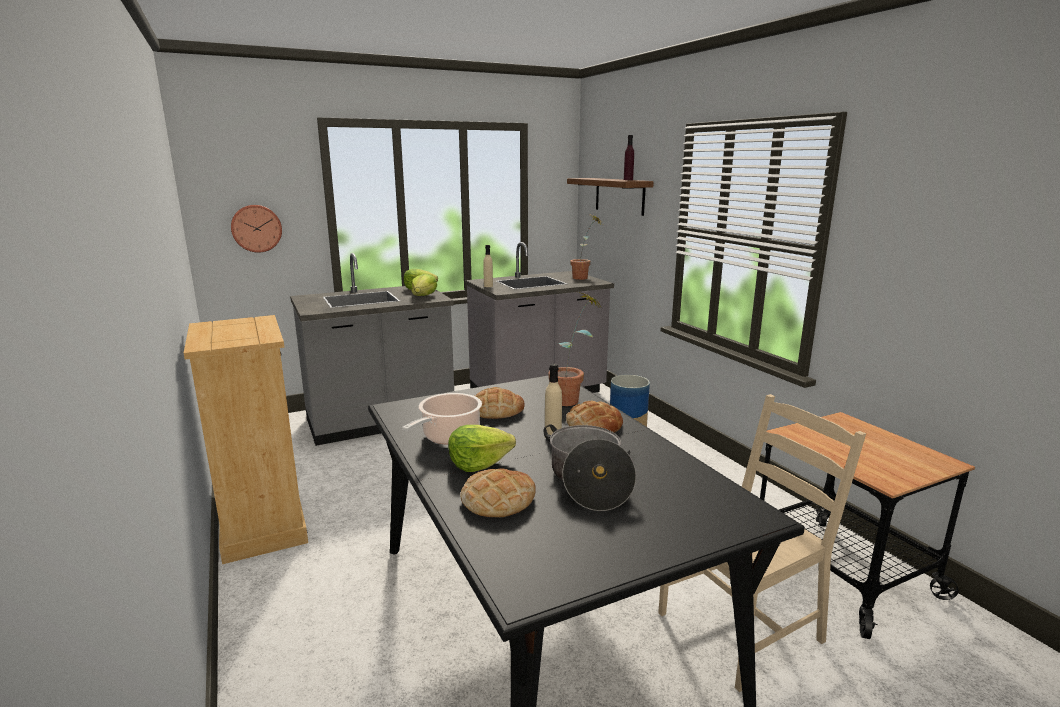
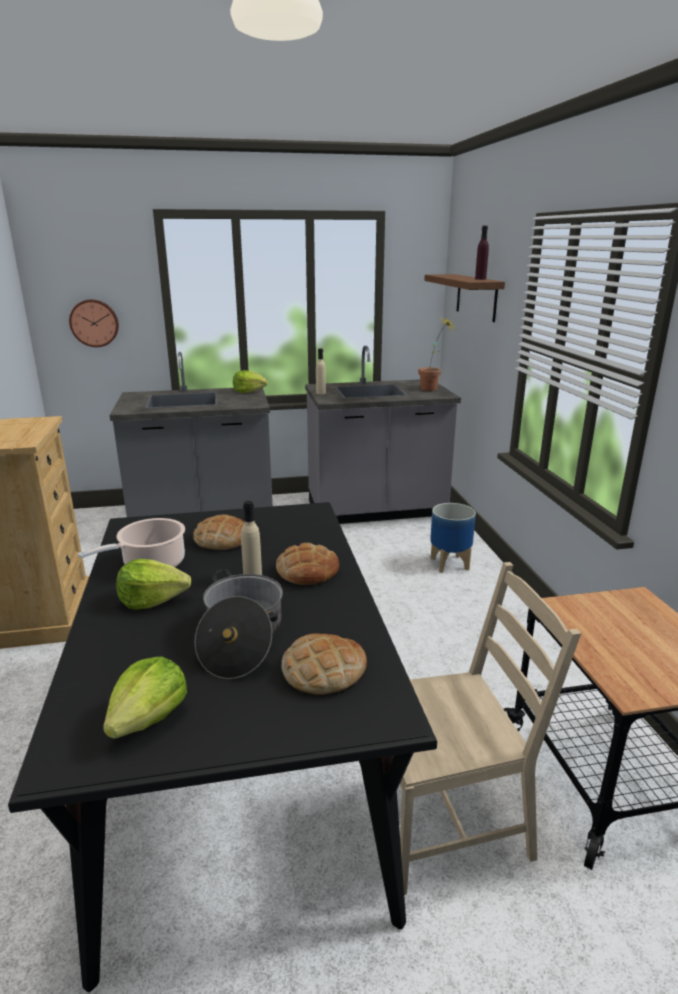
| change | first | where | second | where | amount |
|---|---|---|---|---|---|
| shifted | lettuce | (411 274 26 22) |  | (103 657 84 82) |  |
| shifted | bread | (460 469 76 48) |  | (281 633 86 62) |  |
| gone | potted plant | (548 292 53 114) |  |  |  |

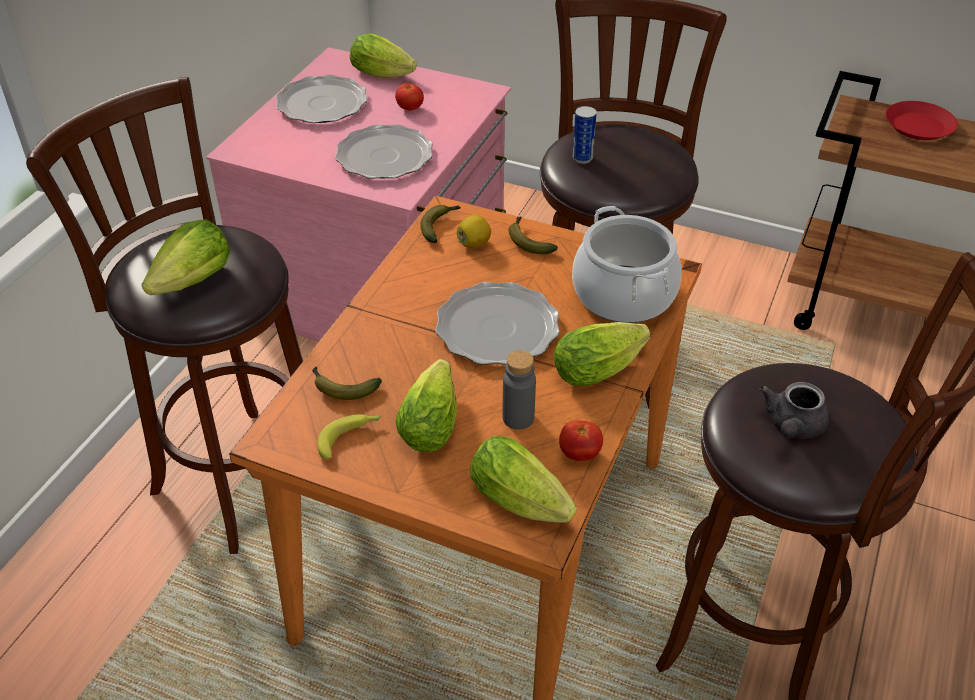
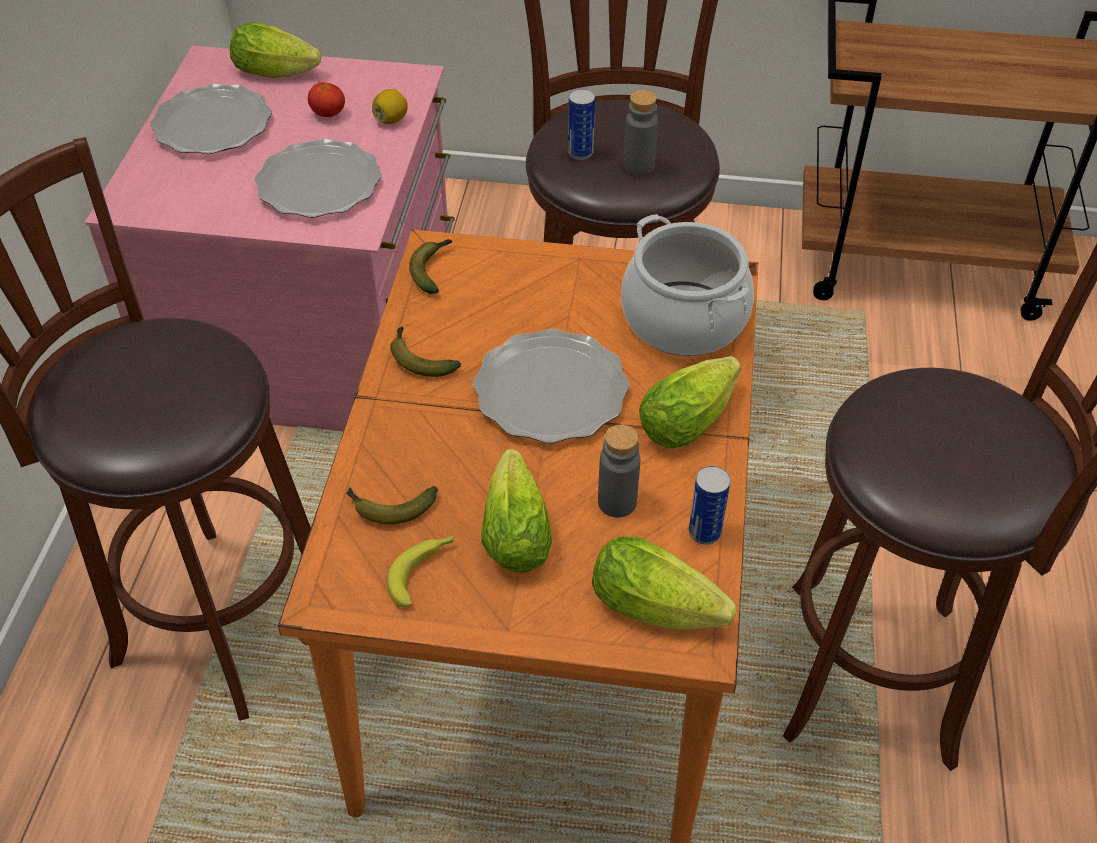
| change | first | where | second | where | amount |
|---|---|---|---|---|---|
| shifted | lemon | (457 215 34 33) |  | (372 89 36 35) |  |
| shifted | banana | (509 217 49 37) |  | (390 326 71 51) |  |
| new |  |  | bottle/grey | (623 90 35 85) |  |
| swapped | tomato | (559 420 44 41) | can | (689 466 41 79) |  |
| gone | lettuce | (141 220 89 75) |  |  |  |
| gone | teapot/grey | (760 382 70 56) |  |  |  |
| gone | plate/red | (885 101 73 39) |  |  |  |

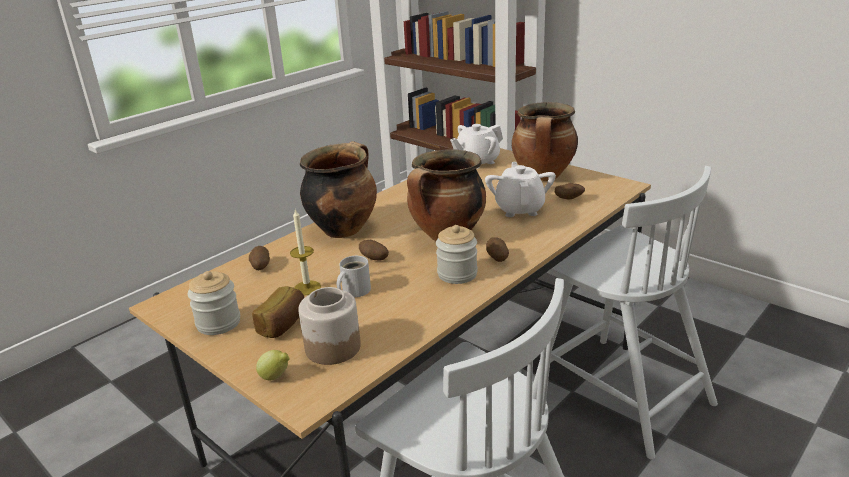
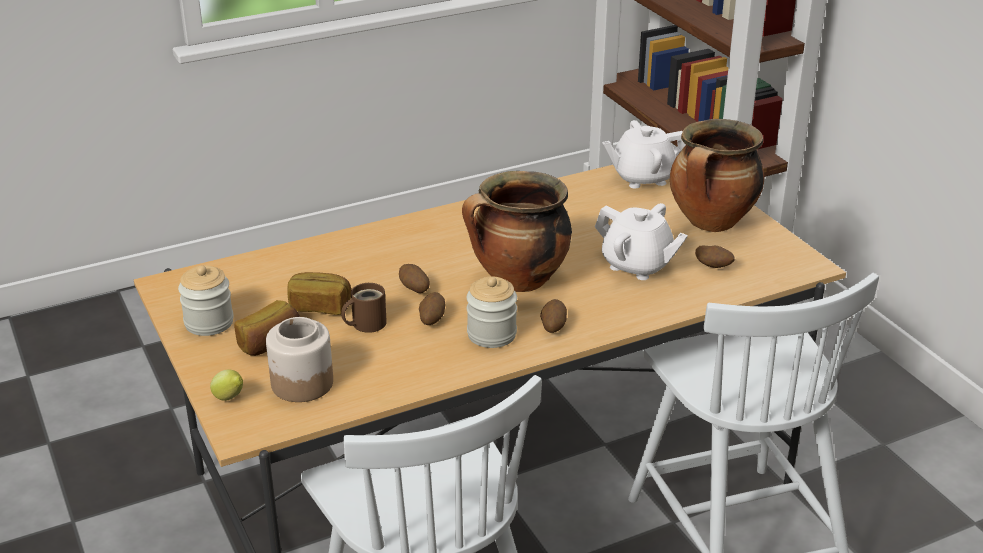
| change | first | where | second | where | amount |
|---|---|---|---|---|---|
| swapped | candle | (290 209 31 86) | bread | (287 272 64 43) |  |
| repainted | mug/white | (337 256 34 41) | mug/brown | (341 283 46 50) |  |
| shifted | potato | (249 246 21 24) |  | (419 292 26 33) |  |
| rotated | teapot/white | (485 162 71 55) |  | (595 203 93 77) | 105 degrees clockwise |
| gone | cooking pot | (300 141 77 97) |  |  |  |

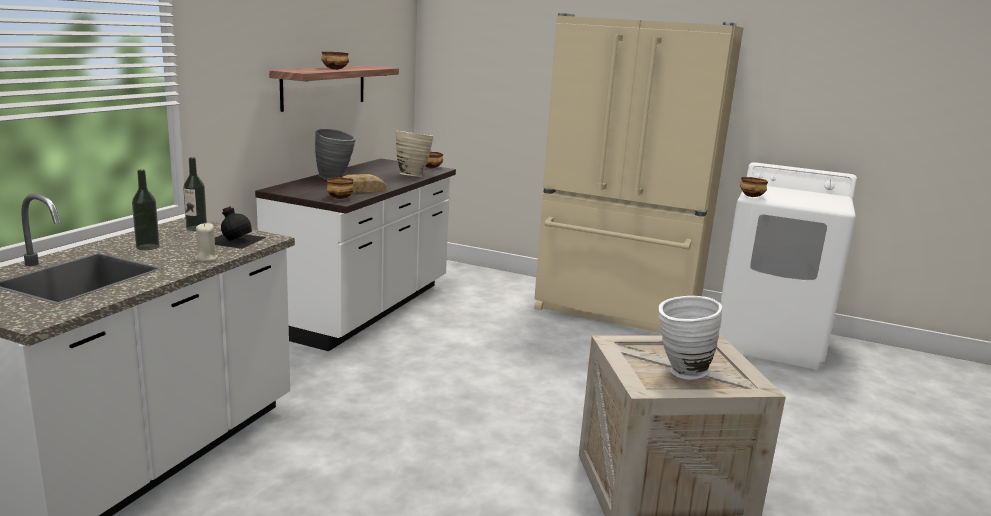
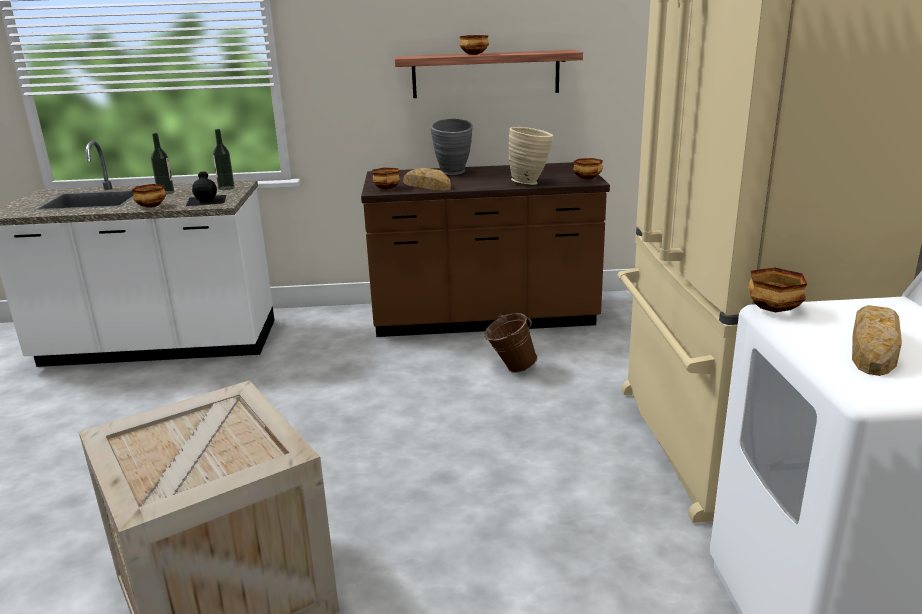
| change | first | where | second | where | amount |
|---|---|---|---|---|---|
| swapped | candle/beige | (195 223 23 39) | bowl | (132 184 35 24) |  |
| repainted | counter/white | (255 158 201 193) | counter/brown | (361 162 249 175) |  |
| new |  |  | bucket/brown | (484 313 54 60) |  |
| new |  |  | bread | (852 305 50 71) |  |
| gone | vase/white | (659 296 63 83) |  |  |  |

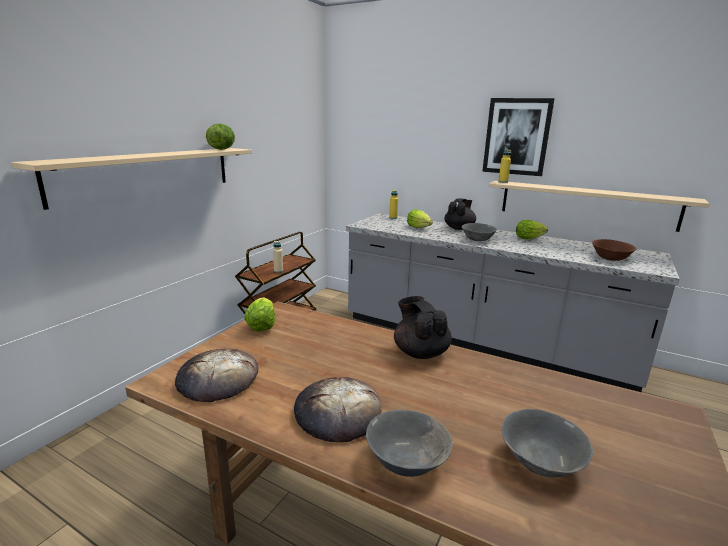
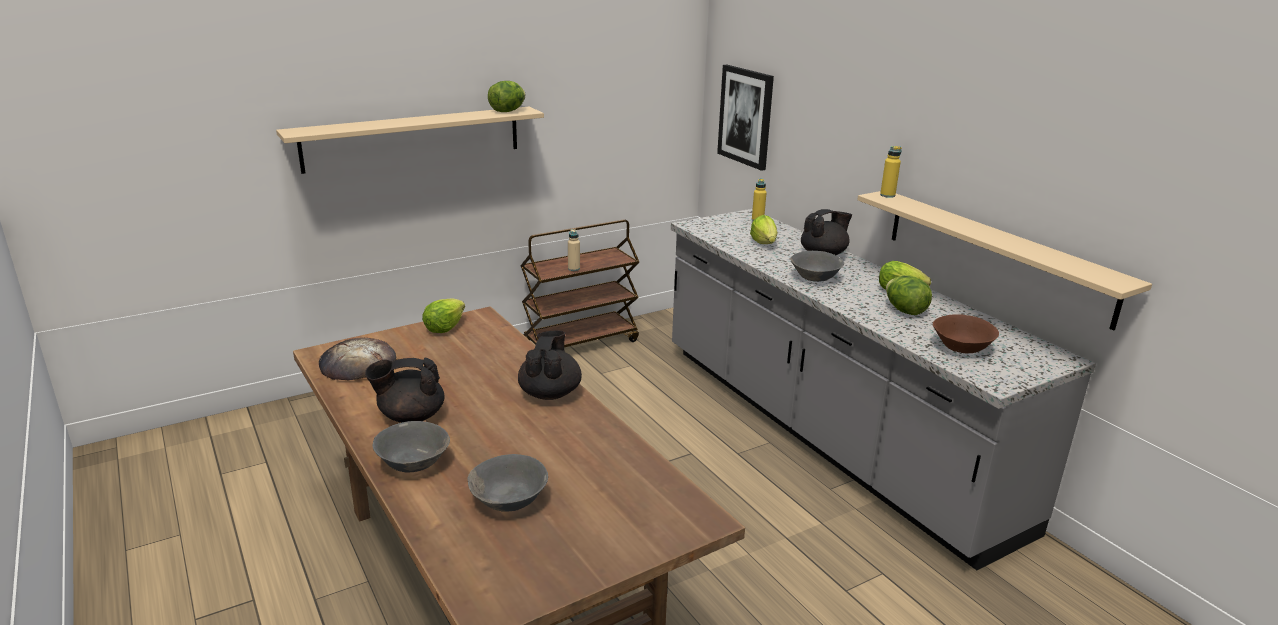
| change | first | where | second | where | amount |
|---|---|---|---|---|---|
| swapped | bread | (294 377 87 65) | teapot/black | (365 358 80 65) |  |
| shifted | picture | (482 98 73 78) |  | (717 65 57 106) |  |
| new |  |  | lettuce | (886 275 46 40) |  |

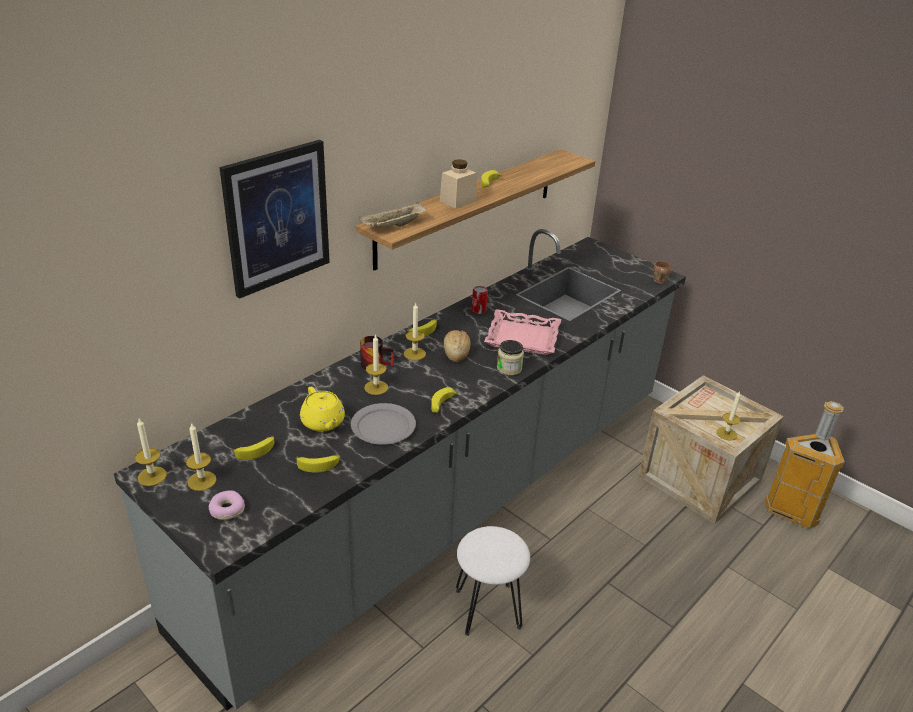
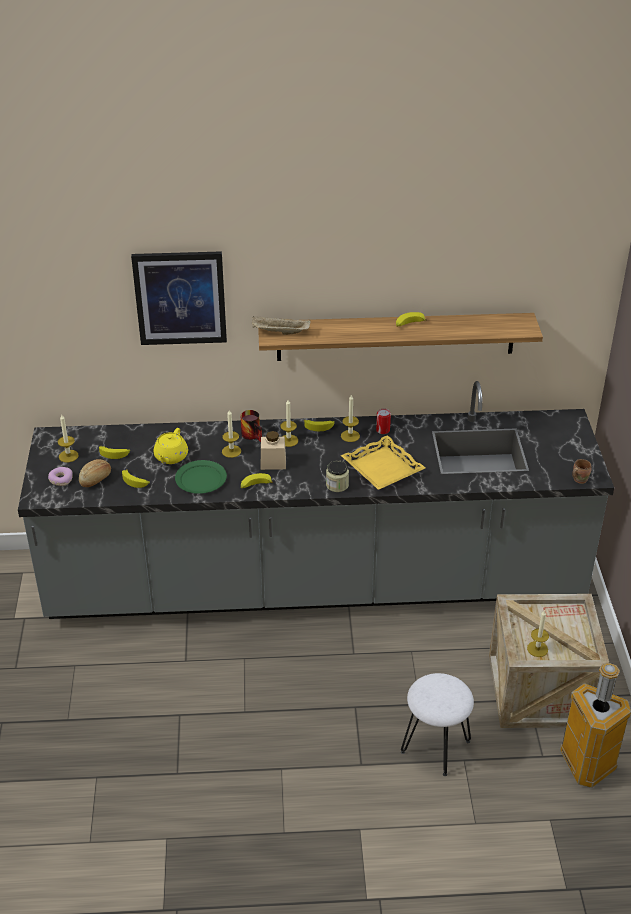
| change | first | where | second | where | amount |
|---|---|---|---|---|---|
| shifted | bread | (444 330 27 32) |  | (79 459 32 28) |  |
| repainted | plate/grey | (351 403 65 42) | plate/green | (175 460 52 34) |  |
| shifted | jar/beige | (440 159 37 50) |  | (260 431 26 39) |  |
| shifted | candle | (135 419 32 67) |  | (341 395 19 47) |  |
| repainted | tray/pink | (484 309 77 46) | tray/yellow | (341 435 84 55) |  |
| shifted | stool/white | (456 526 74 110) |  | (401 673 73 103) |  |

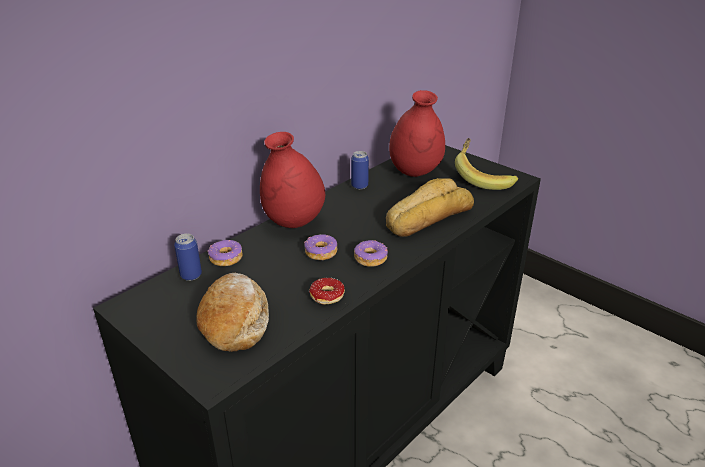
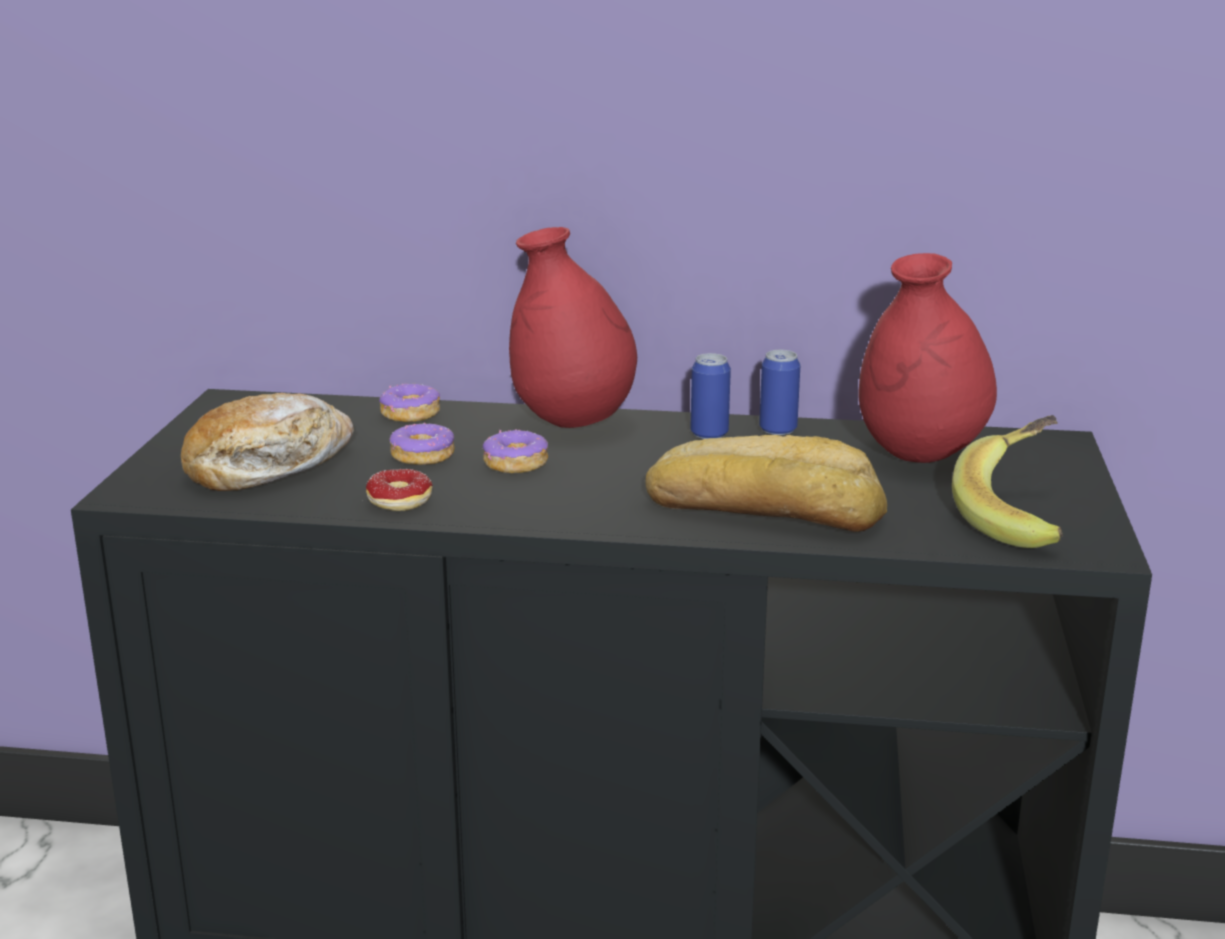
| change | first | where | second | where | amount |
|---|---|---|---|---|---|
| shifted | donut | (354 240 34 27) |  | (389 422 66 43) |  |
| shifted | can | (174 234 28 47) |  | (691 353 40 86) |  |

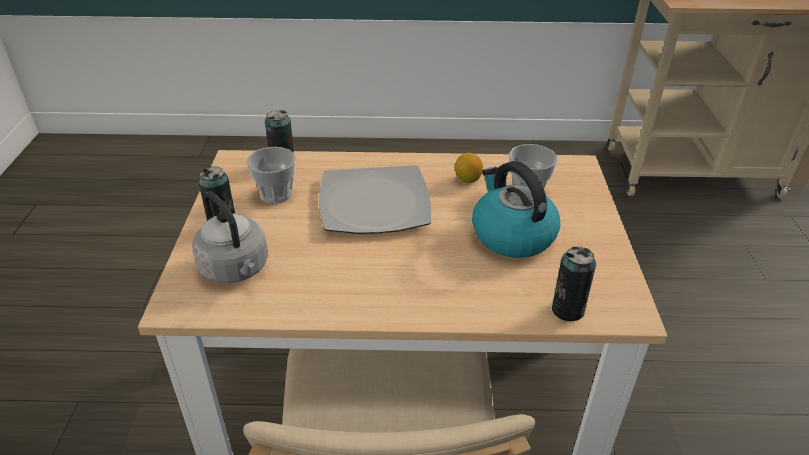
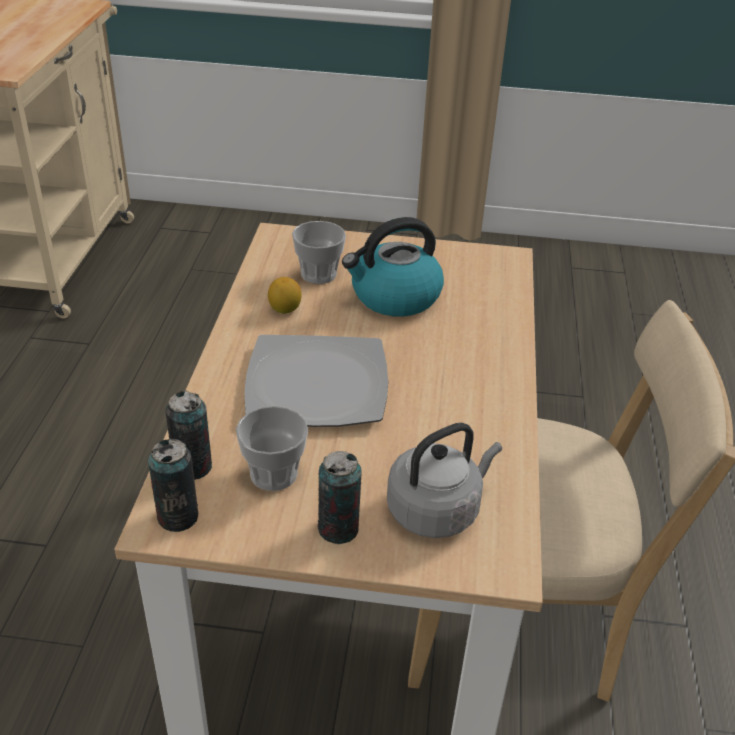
| change | first | where | second | where | amount |
|---|---|---|---|---|---|
| shifted | can | (552 246 44 75) |  | (148 439 50 93) |  |

